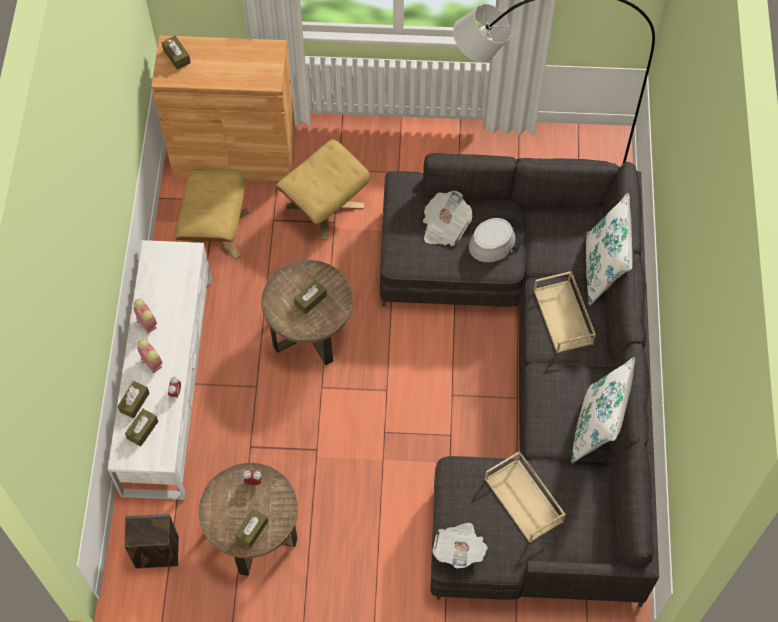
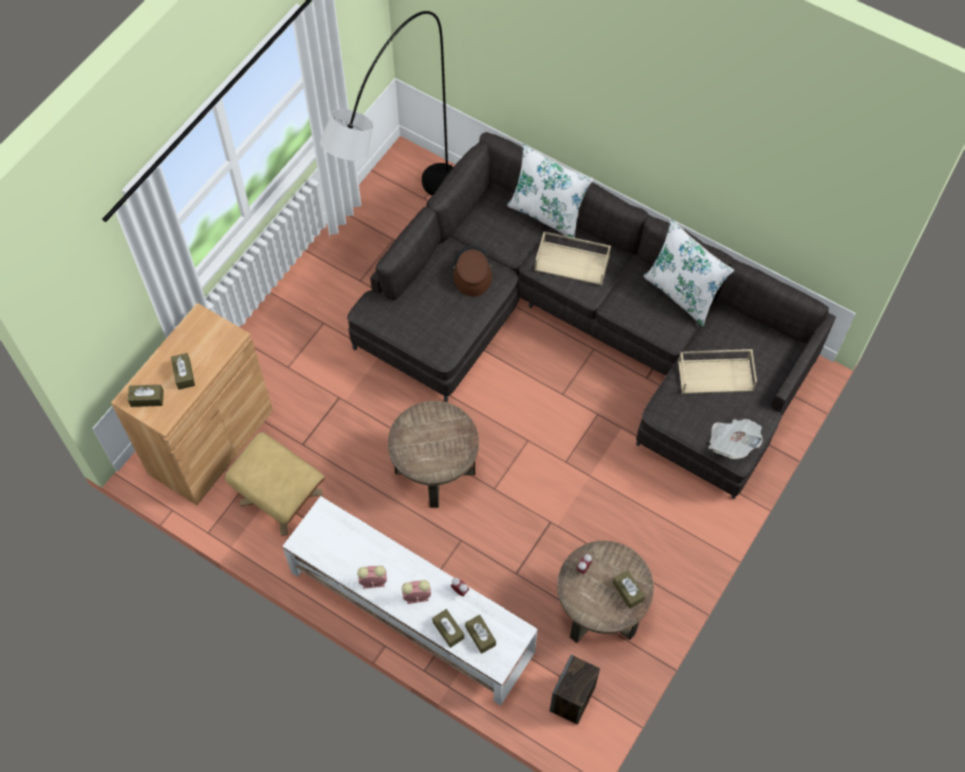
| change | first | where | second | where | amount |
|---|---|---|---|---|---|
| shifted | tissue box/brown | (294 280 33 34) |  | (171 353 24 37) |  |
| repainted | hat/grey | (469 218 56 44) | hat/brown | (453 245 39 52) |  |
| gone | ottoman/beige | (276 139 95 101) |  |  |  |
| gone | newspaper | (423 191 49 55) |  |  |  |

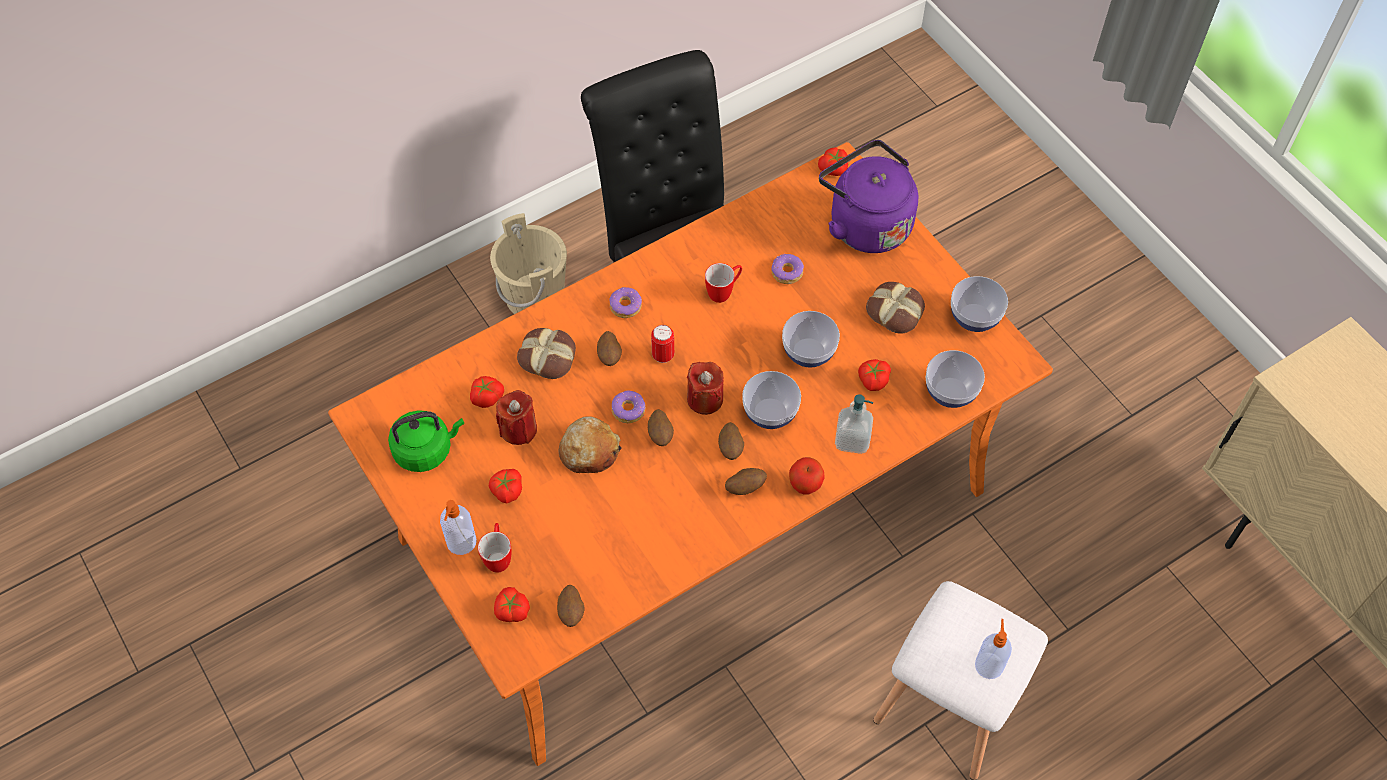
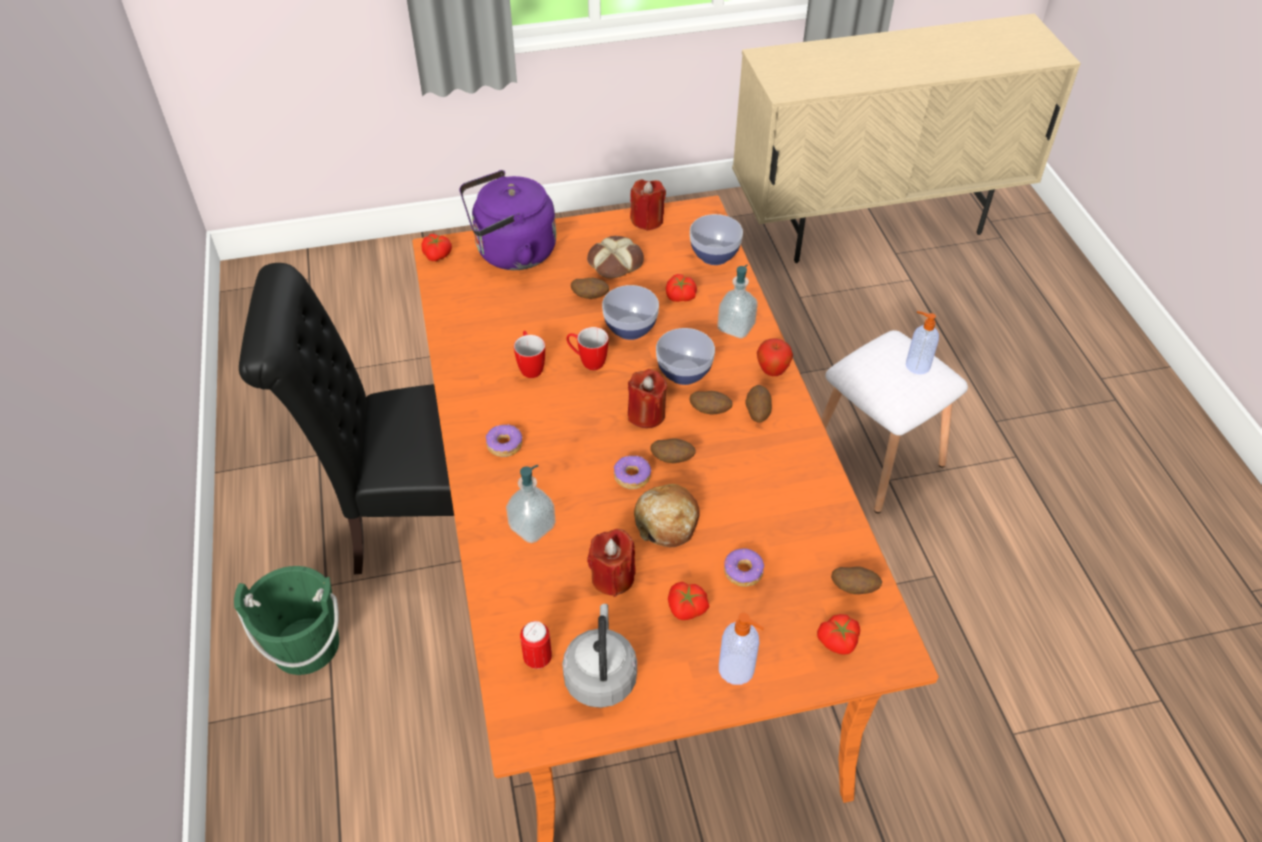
| change | first | where | second | where | amount |
|---|---|---|---|---|---|
| repainted | bucket/beige | (490 213 77 101) | bucket/green | (234 566 105 109) |  |
| swapped | bread | (517 328 59 51) | soap dispenser | (506 465 50 78) |  |
| shifted | can | (651 325 23 38) |  | (520 621 32 48) |  |
| repainted | kettle/green | (388 410 76 62) | kettle/grey | (562 604 75 104) |  |
| shifted | mug | (478 523 33 50) |  | (566 327 42 43) |  |
| shifted | potato | (597 331 25 35) |  | (571 278 38 21) |  |
| swapped | bowl | (951 276 57 56) | candle/red | (630 179 36 52) |  |
| shifted | donut | (771 253 33 31) |  | (724 548 40 39) |  |
| gone | tomato | (470 376 34 32) |  |  |  |

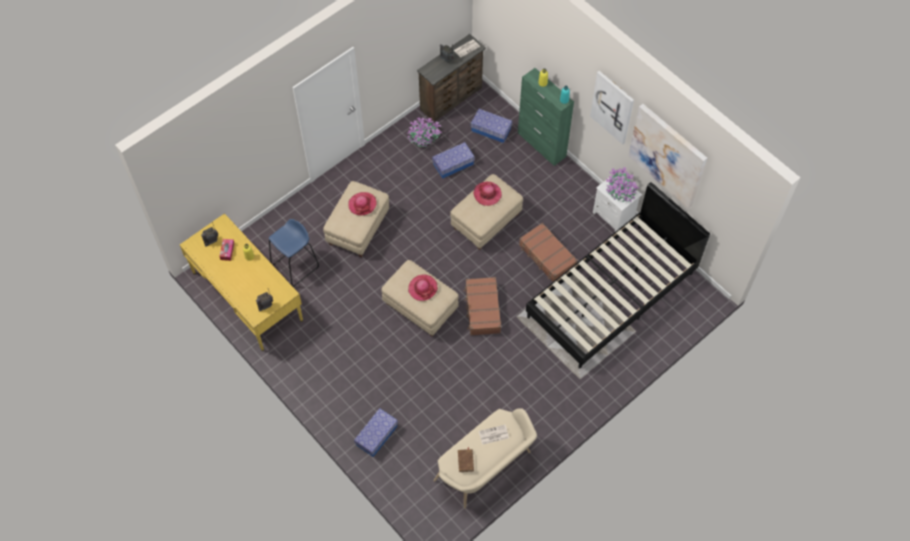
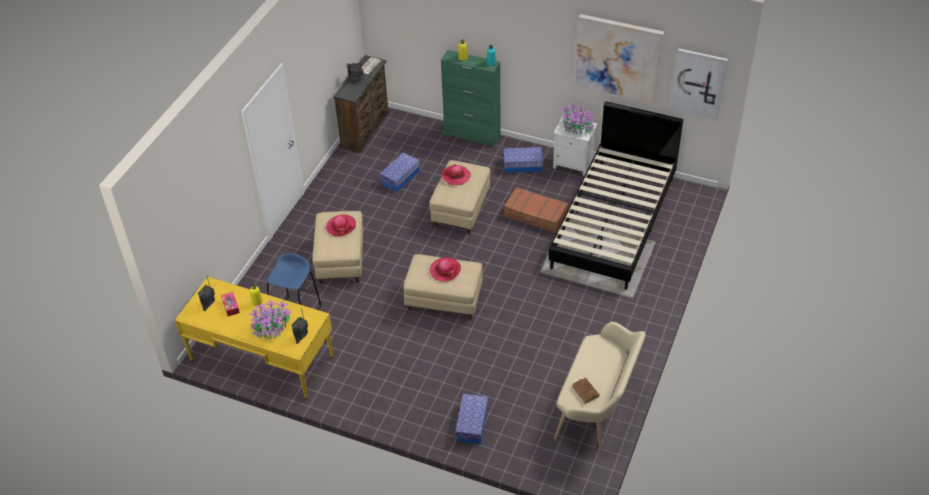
| change | first | where | second | where | amount |
|---|---|---|---|---|---|
| shifted | potted plant | (407 117 35 30) |  | (249 299 43 40) |  |
| shifted | storage box | (471 109 41 34) |  | (503 147 40 26) |  |
| shifted | picture | (590 71 44 74) |  | (670 49 58 71) |  |
| gone | suitcase/brown | (464 277 37 59) |  |  |  |
| gone | newspaper | (479 425 30 20) |  |  |  |

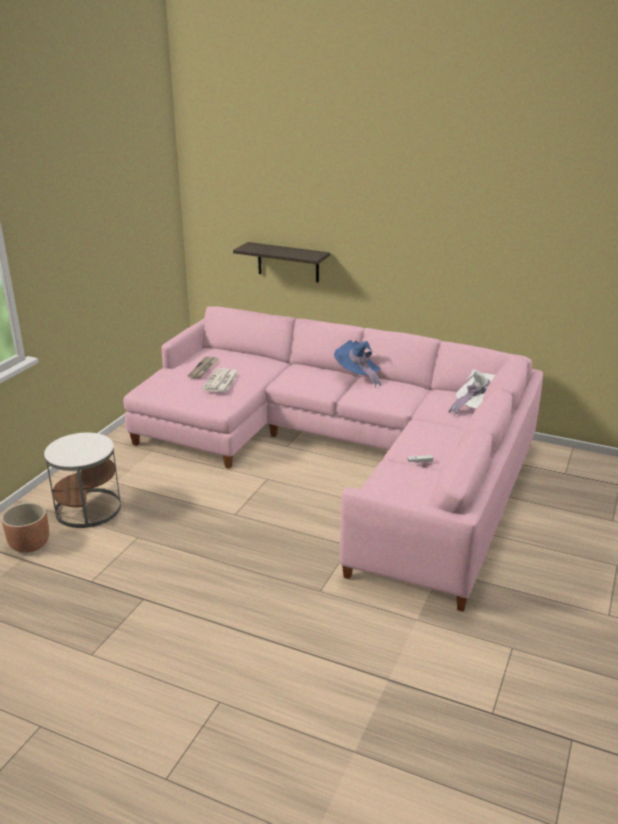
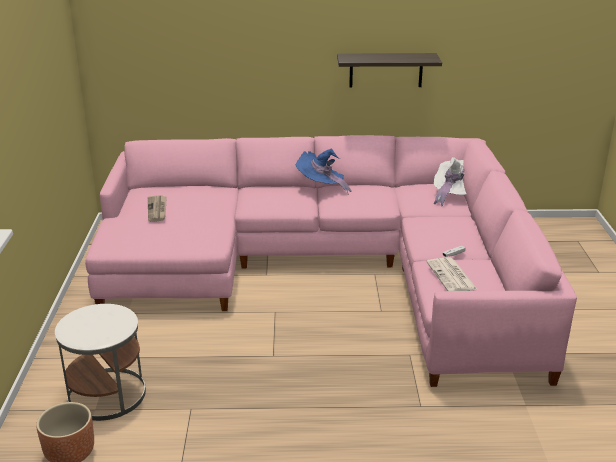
| change | first | where | second | where | amount |
|---|---|---|---|---|---|
| shifted | shelf | (233 242 97 40) |  | (337 53 105 35) |  |
| shifted | newspaper | (201 368 38 25) |  | (426 257 52 34) |  |

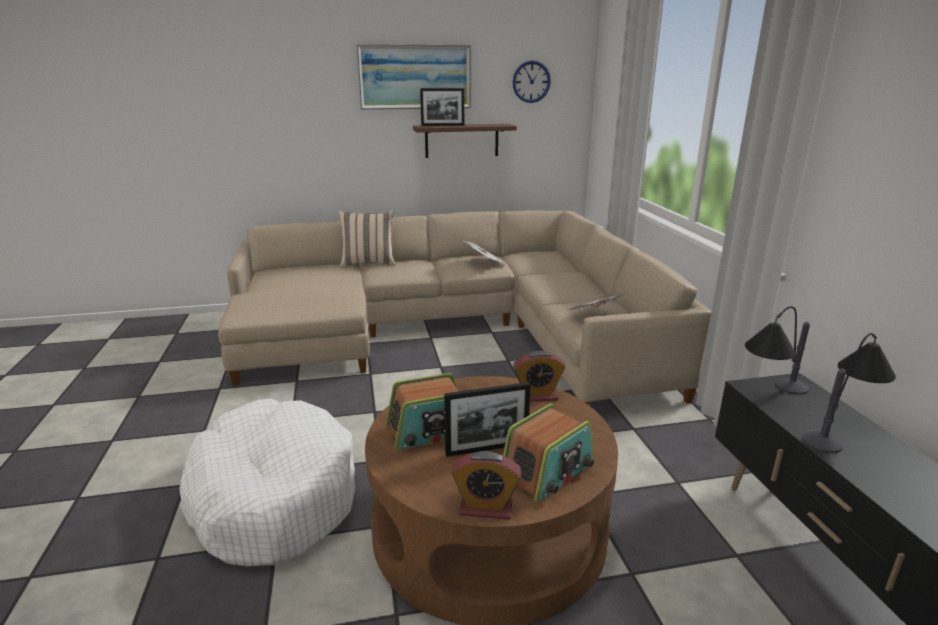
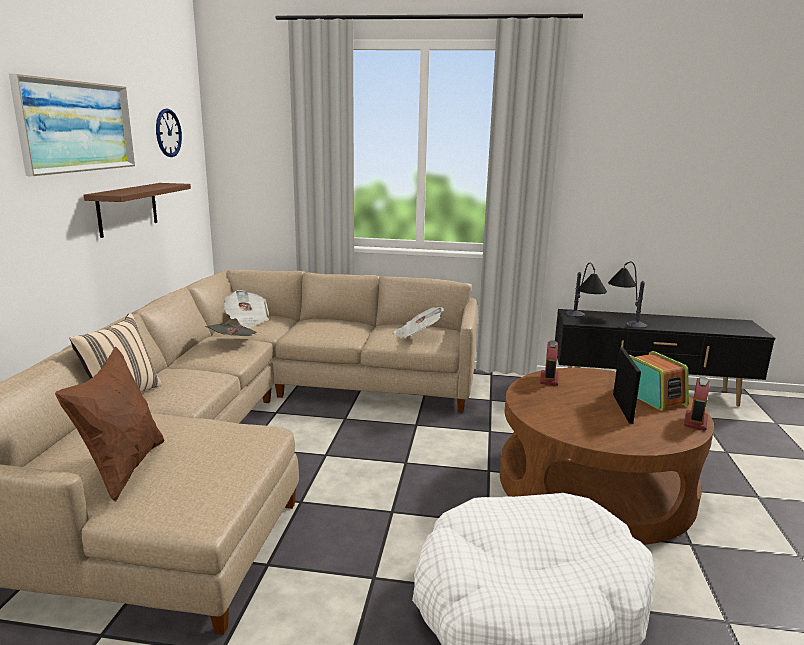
| change | first | where | second | where | amount |
|---|---|---|---|---|---|
| new |  |  | pillow/brown | (55 347 110 155) |  |
| new |  |  | newspaper | (224 290 45 38) |  |
| gone | radio | (386 373 72 78) |  |  |  |
| gone | picture frame | (420 88 44 38) |  |  |  |

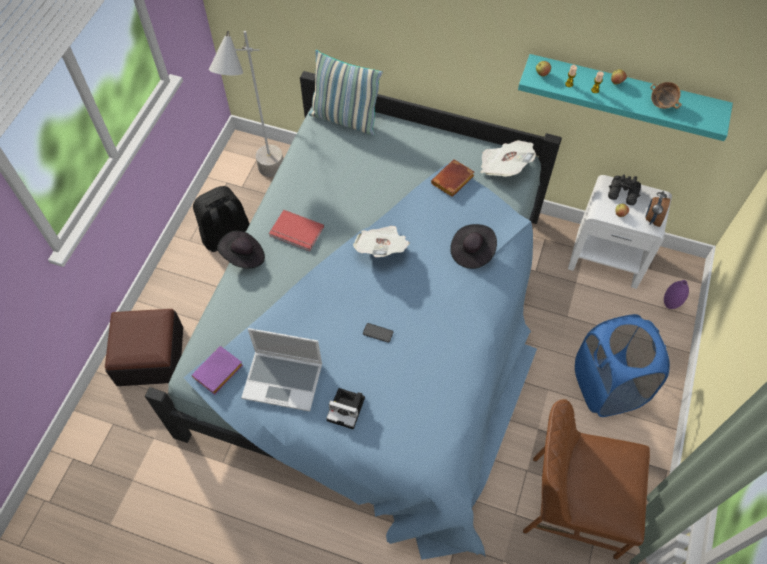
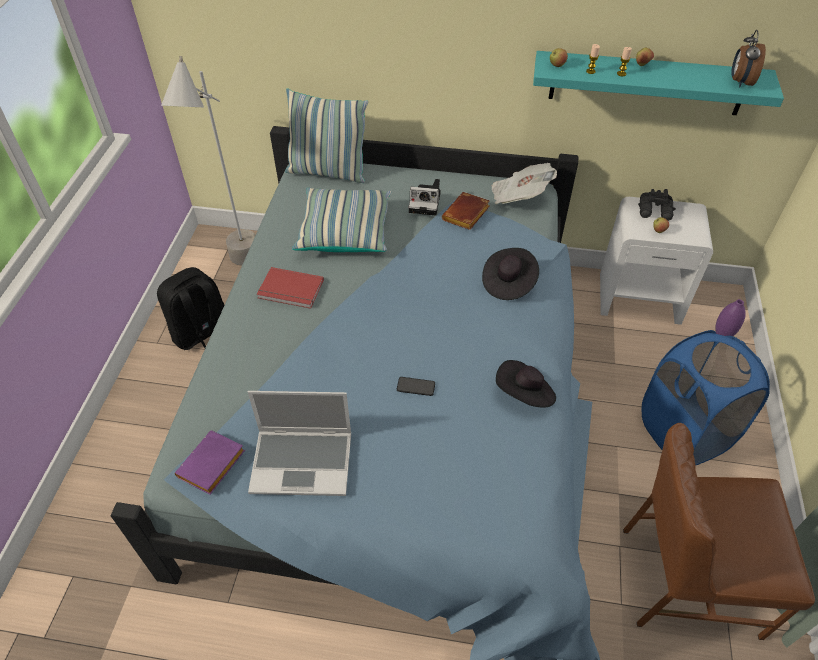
| change | first | where | second | where | amount |
|---|---|---|---|---|---|
| new |  |  | pillow | (292 188 99 64) |  |
| shifted | photo camera | (326 388 39 41) |  | (409 179 31 36) |  |
| shifted | hat/black | (217 231 48 37) |  | (496 360 60 48) |  |
| shifted | alarm clock | (645 191 25 36) |  | (731 30 35 57) |  |
| gone | ottoman | (105 309 78 77) |  |  |  |
| gone | newspaper | (353 226 57 31) |  |  |  |
| gone | bowl | (650 82 32 27) |  |  |  |

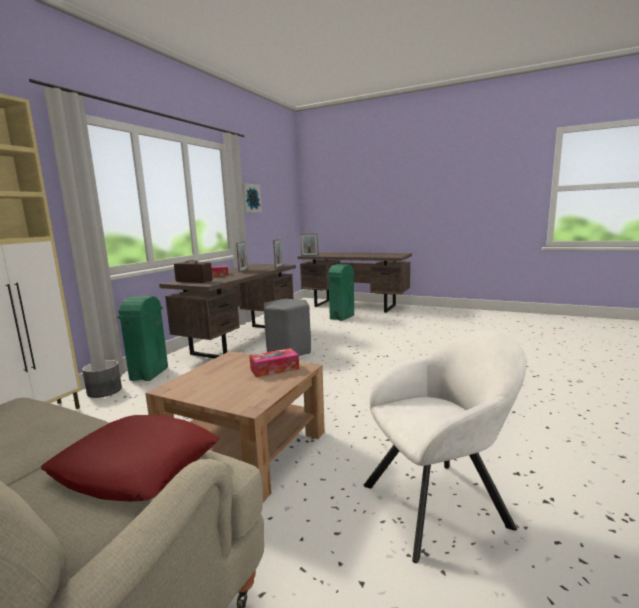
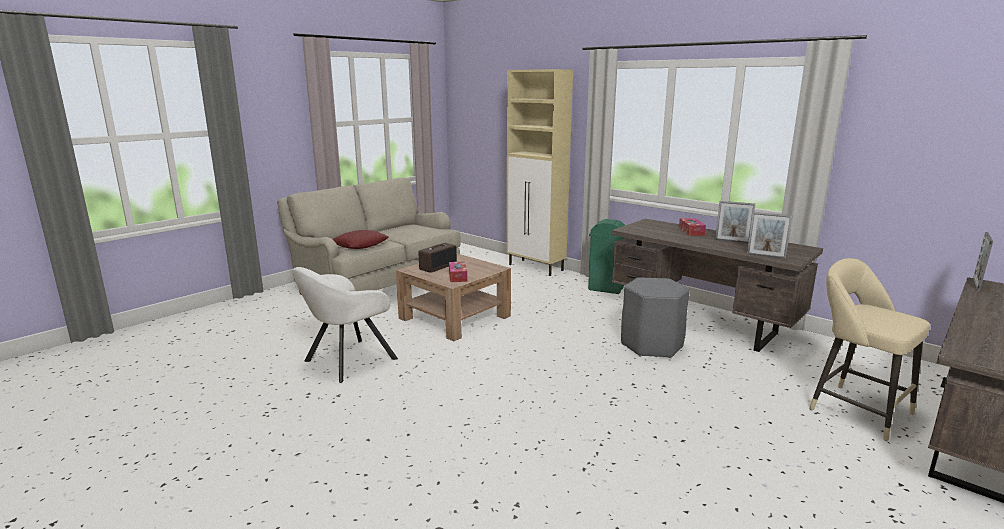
| change | first | where | second | where | amount |
|---|---|---|---|---|---|
| rotated | armchair/white | (364 331 162 232) |  | (293 267 105 116) | 45 degrees clockwise |
| shifted | radio | (174 260 38 23) |  | (418 243 39 30) |  |
| swapped | trash can/green | (327 264 28 57) | stool/beige | (809 258 121 183) |  |
| gone | planter/grey | (82 360 40 38) |  |  |  |
| gone | picture | (242 183 20 30) |  |  |  |

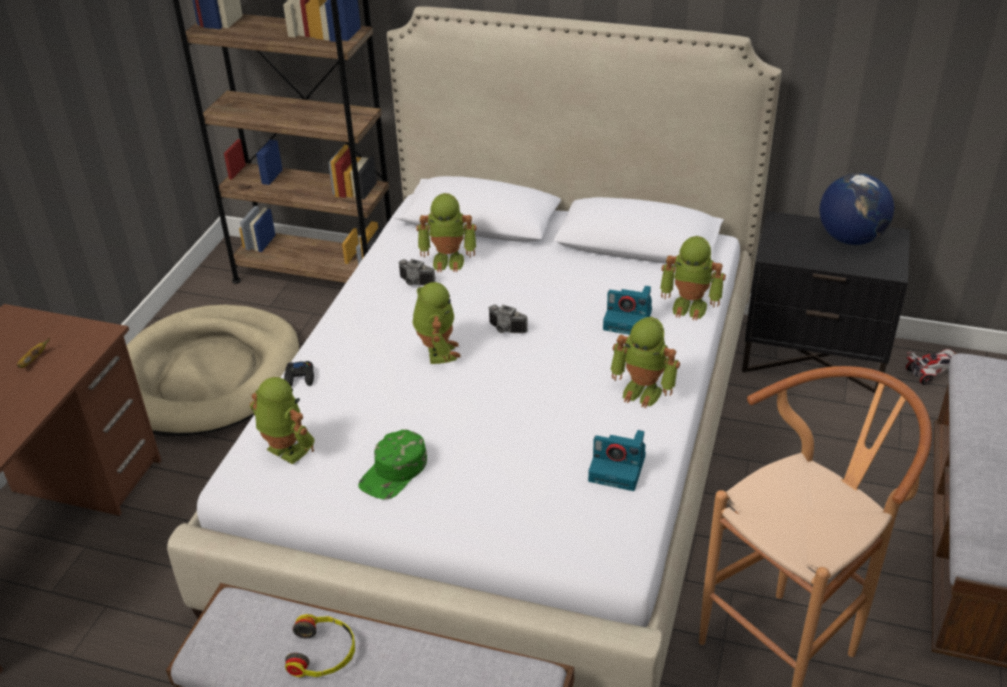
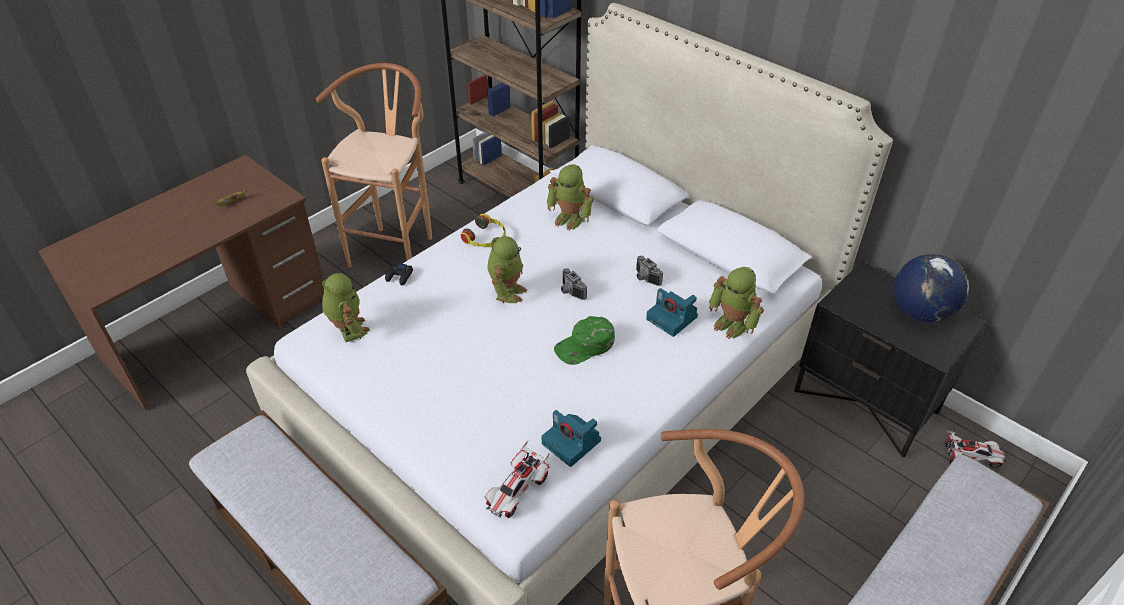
| change | first | where | second | where | amount |
|---|---|---|---|---|---|
| swapped | dog bed/beige | (126 305 174 131) | stool/brown | (316 63 116 205) |  |
| shifted | headphones | (285 614 70 64) |  | (460 214 46 33) |  |
| new |  |  | toy car | (485 440 65 78) |  |
| shifted | cap/green | (359 429 68 71) |  | (554 316 61 49) |  |
| shifted | photo camera | (398 259 38 27) |  | (636 256 27 30) |  |
| gone | toy robot | (610 317 70 91) |  |  |  |

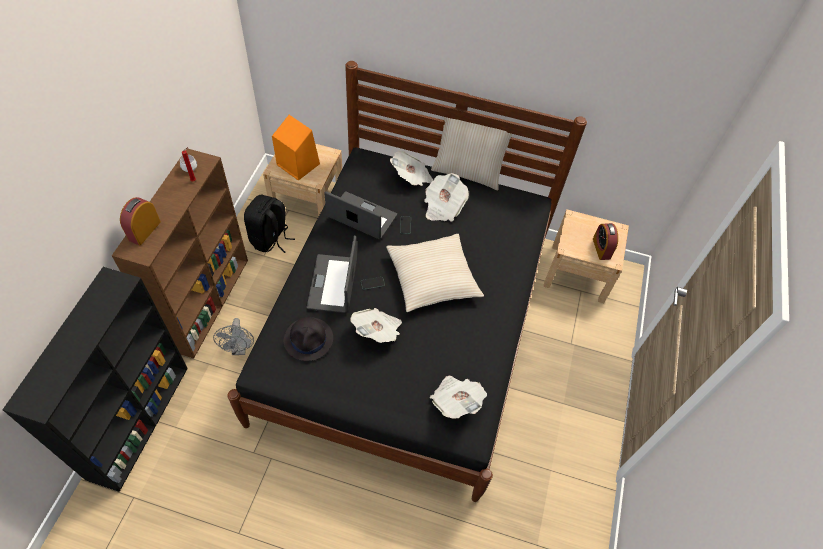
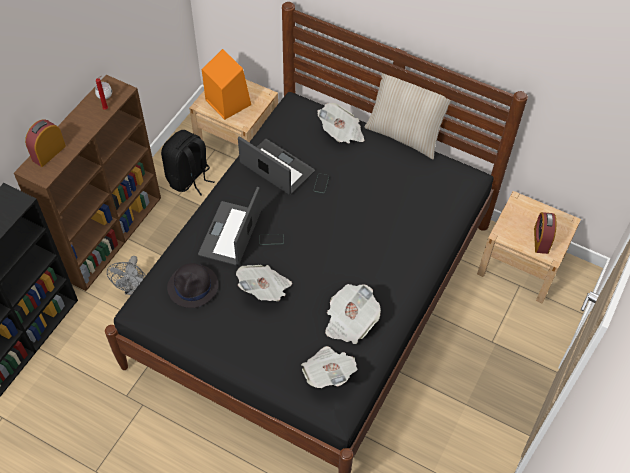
| change | first | where | second | where | amount |
|---|---|---|---|---|---|
| shifted | newspaper | (424 173 45 49) |  | (325 284 56 60) |  |
| gone | pillow/beige | (386 234 98 78) |  |  |  |

